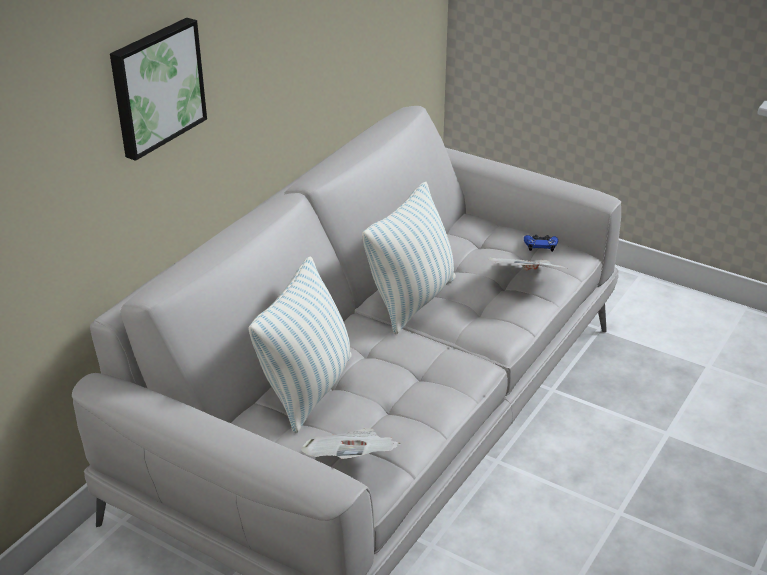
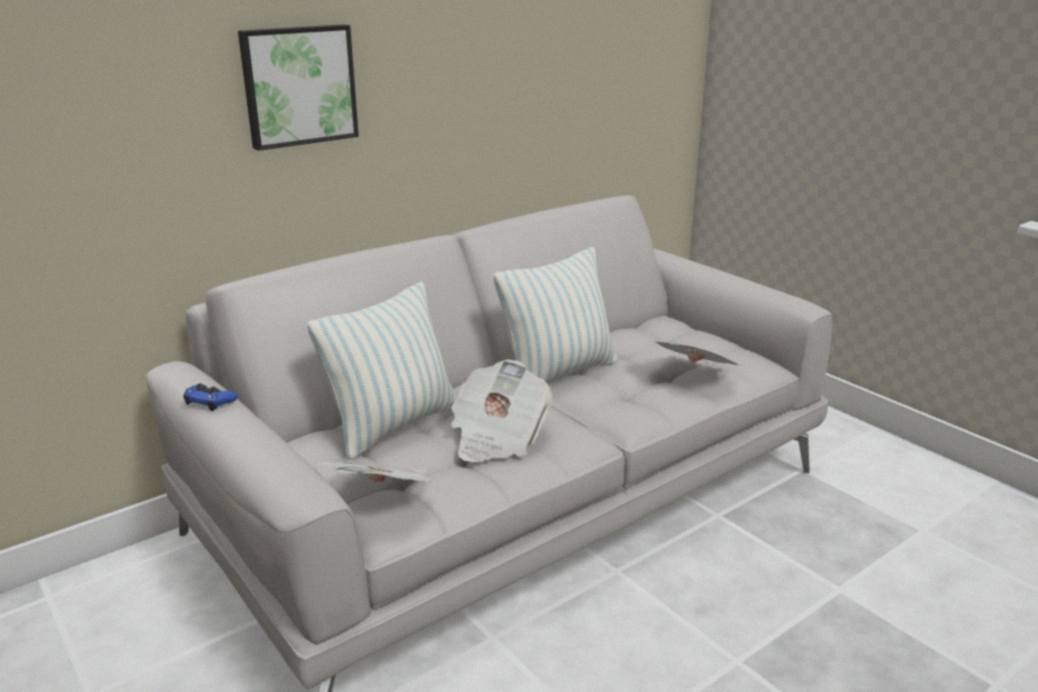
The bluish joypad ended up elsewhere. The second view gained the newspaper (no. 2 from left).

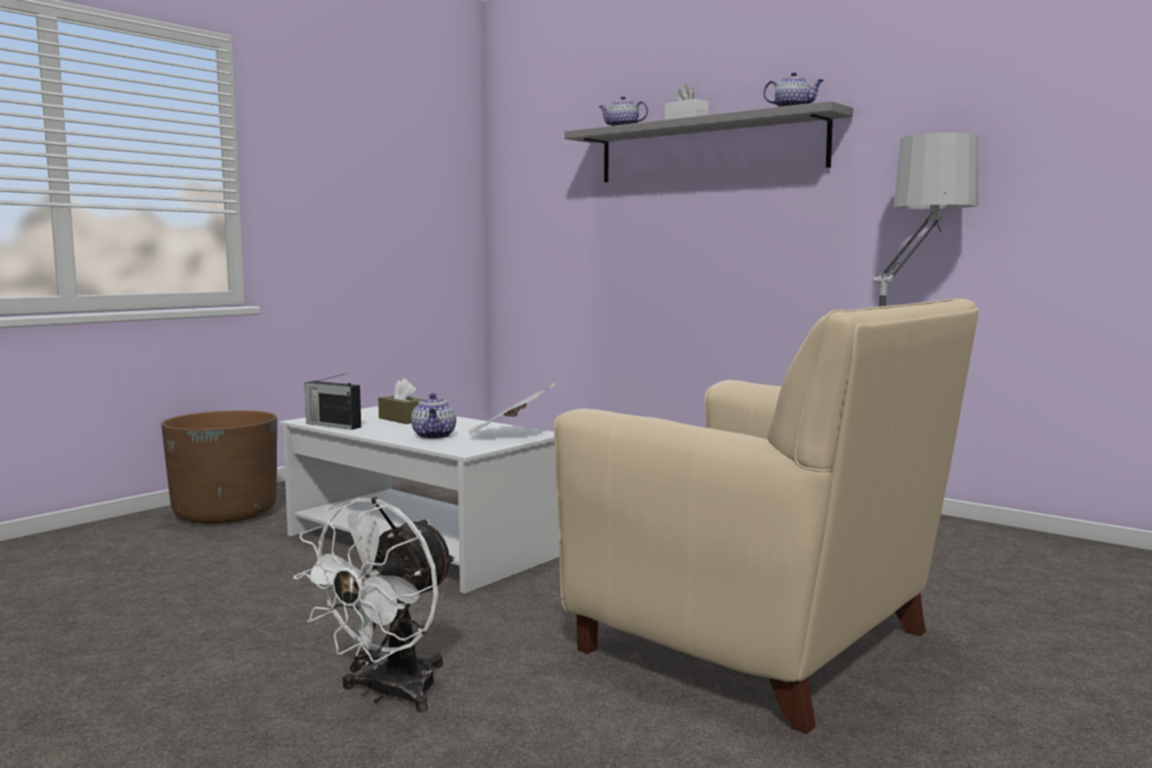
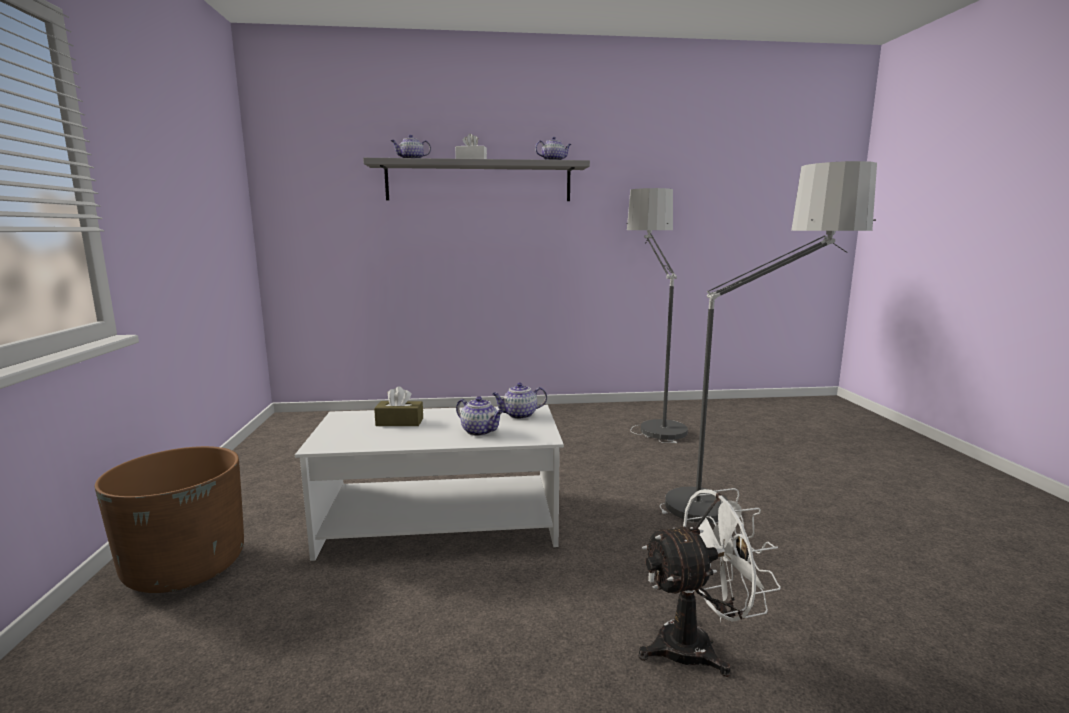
The white-coloured cooling fan ended up facing another way, 90 degrees counterclockwise from before. The second view lost the radio set. Where the newspaper stood, the pot for tea (no. 3 from left) came to stand. Where the beige-coloured armchair stood, the floor lamp (no. 2 from left) came to stand.

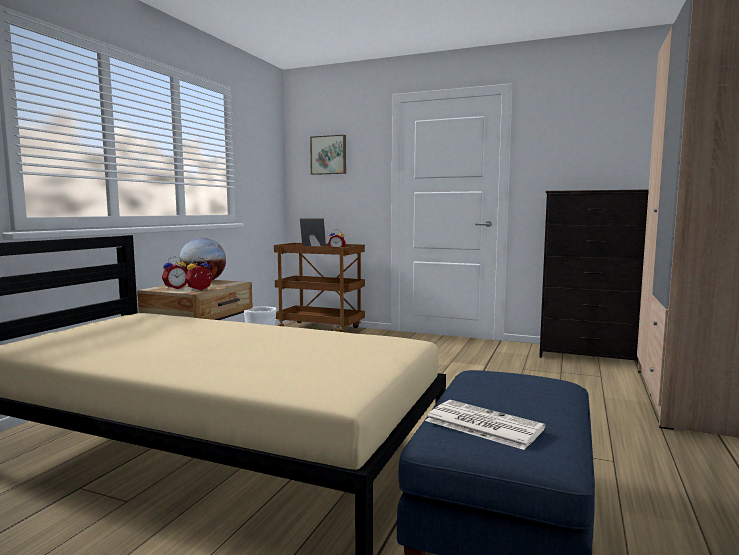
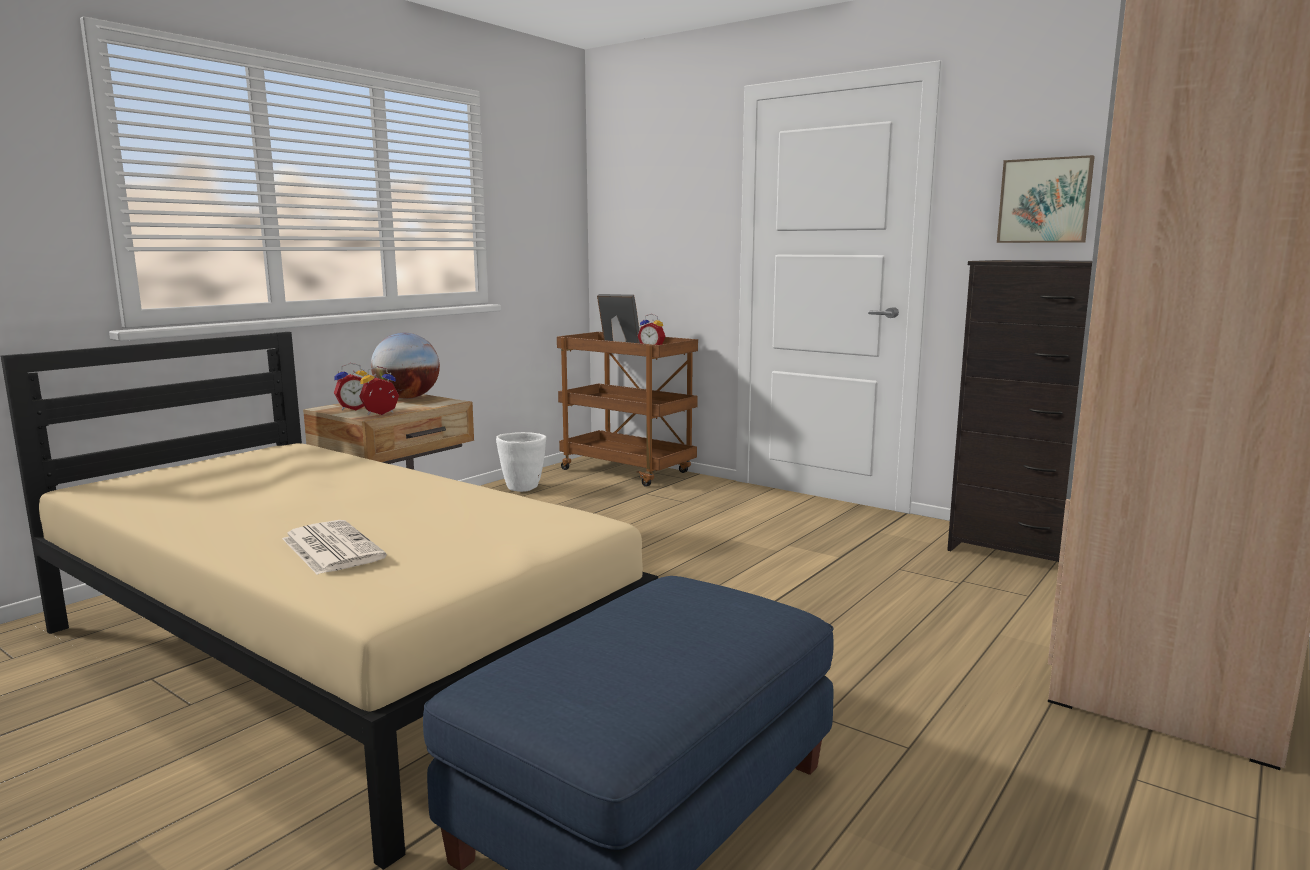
The wall picture ended up elsewhere. The newspaper ended up elsewhere.

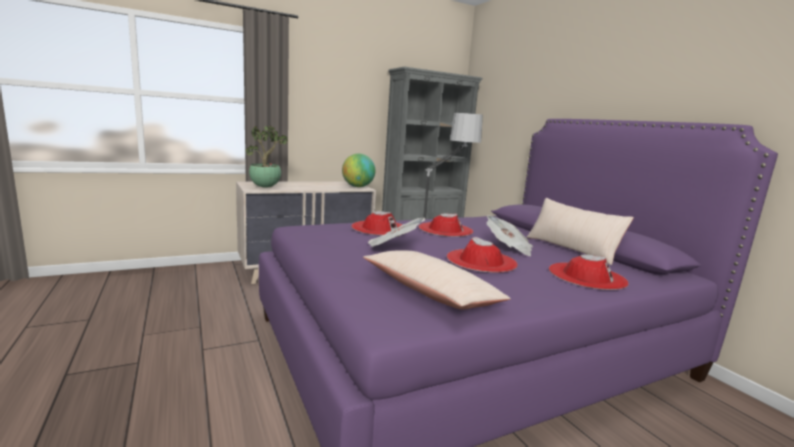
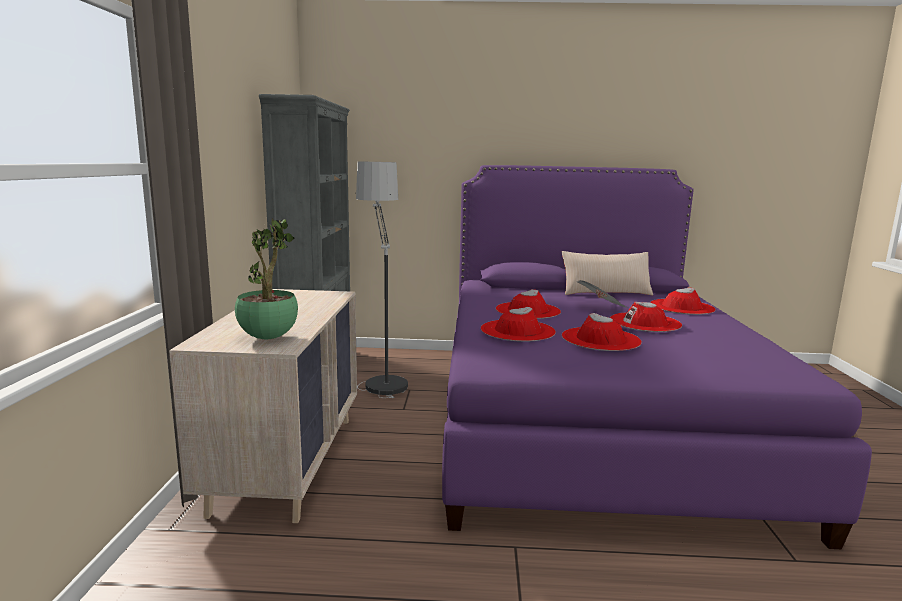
The second view lost the globe. The second view lost the beige-coloured pillow (no. 1 from left). Where the newspaper (no. 1 from left) stood, the red-coloured clothing hat (no. 3 from left) came to stand.

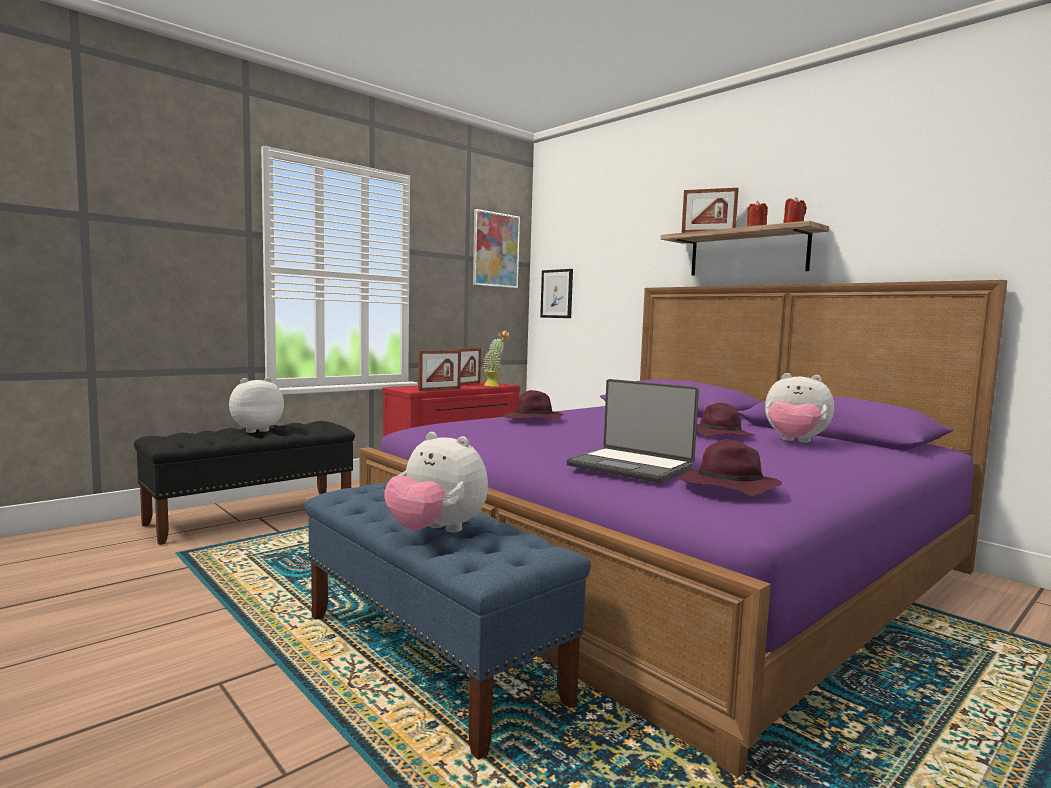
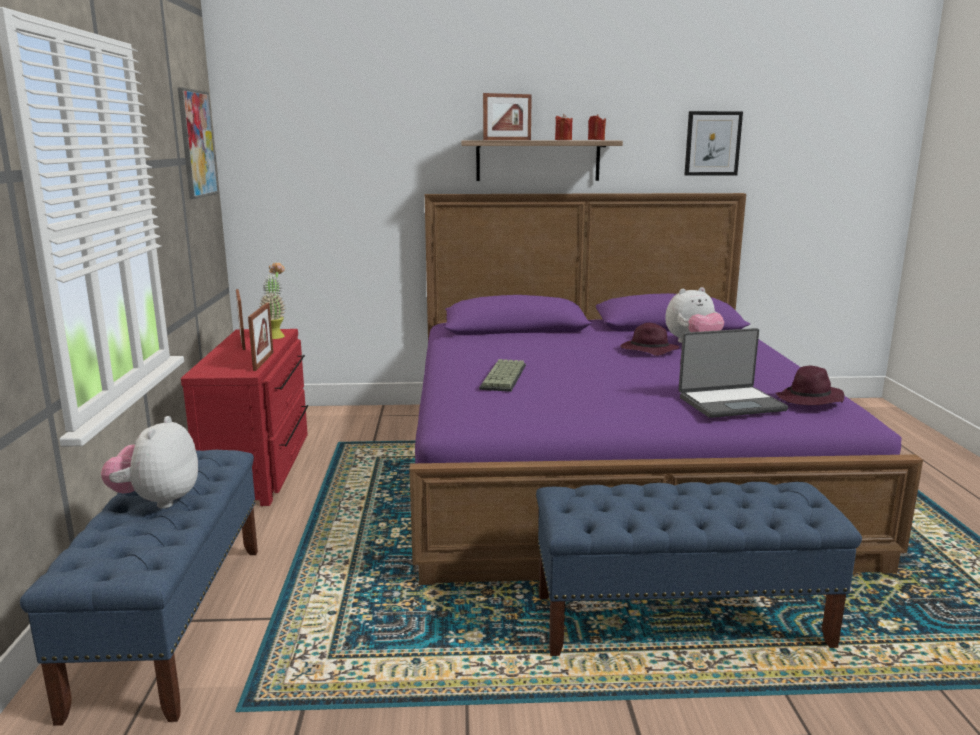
What was the blackish bench turned into the bluish bench (no. 1 from left). The second view lost the soft toy (no. 2 from left). Where the purple clothing hat (no. 1 from left) stood, the keyboard came to stand. The wall picture (no. 2 from left) ended up elsewhere.

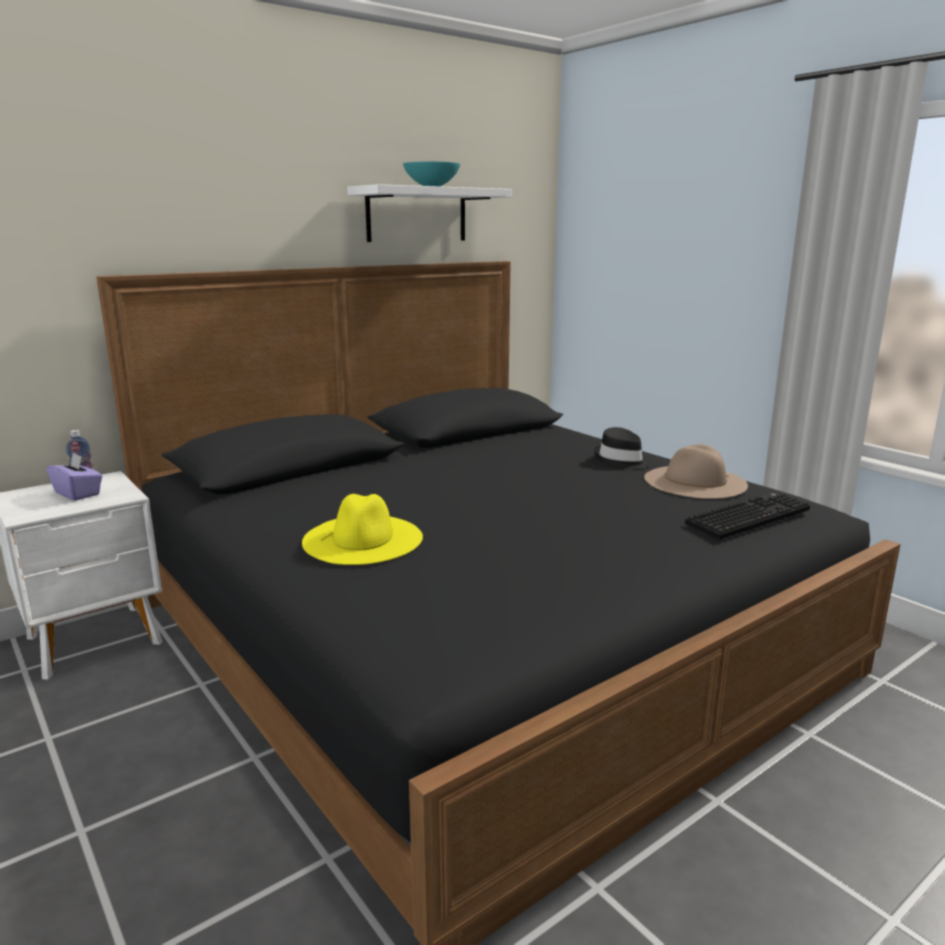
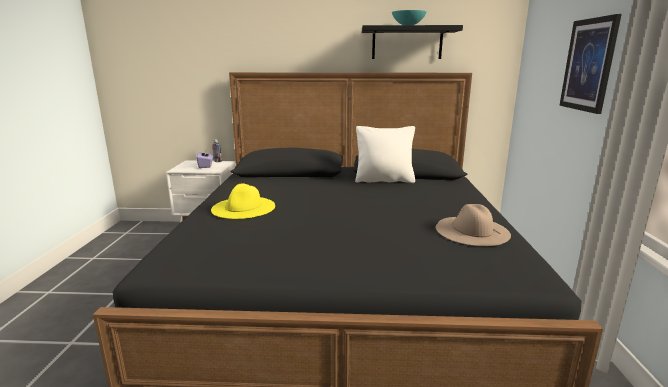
What was the white-coloured shelf turned into the blackish shelf. The second view lost the blackish clothing hat. The second view lost the keyboard. The second view gained the white-coloured pillow. The second view gained the wall picture.

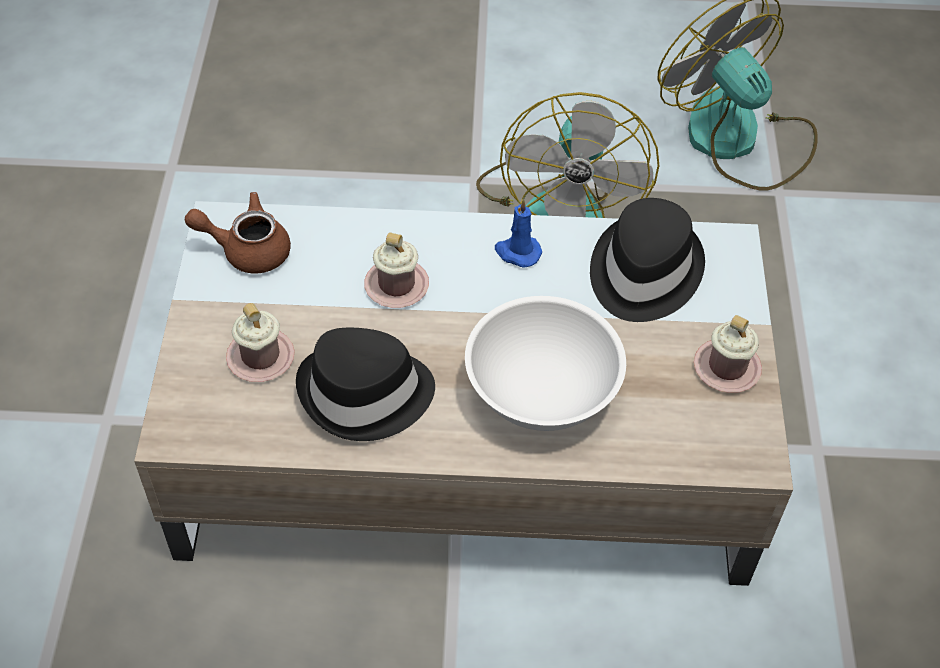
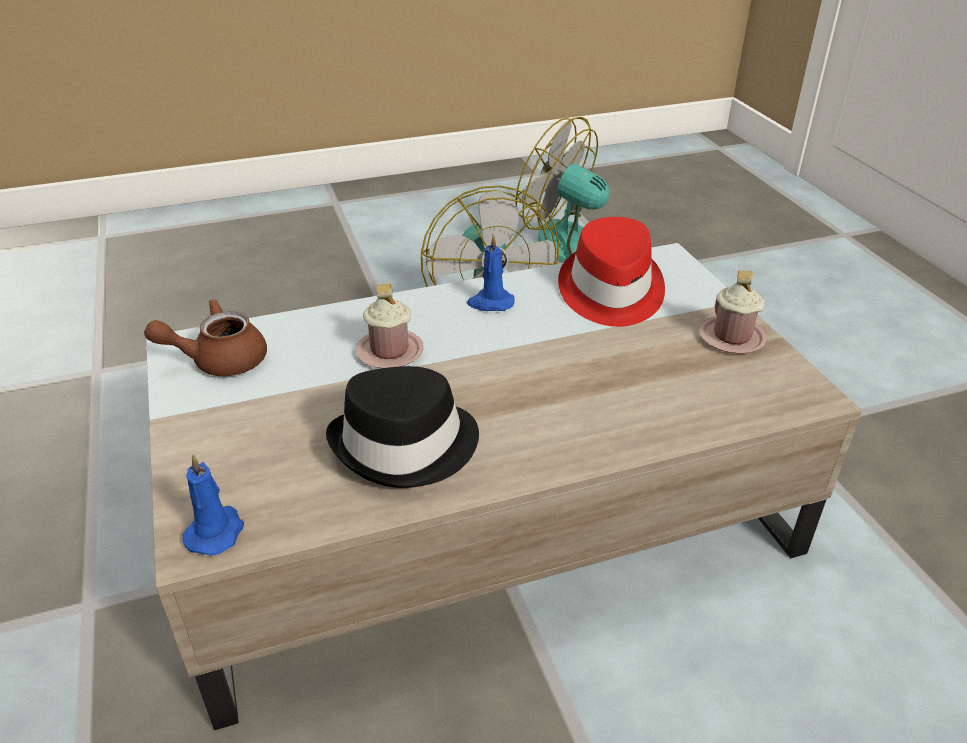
The second view lost the pink tea mug (no. 1 from left). The second view lost the white-coloured bowl. What was the blackish clothing hat (no. 2 from left) turned into the red-coloured clothing hat. The second view gained the bluish wax candle (no. 1 from left).

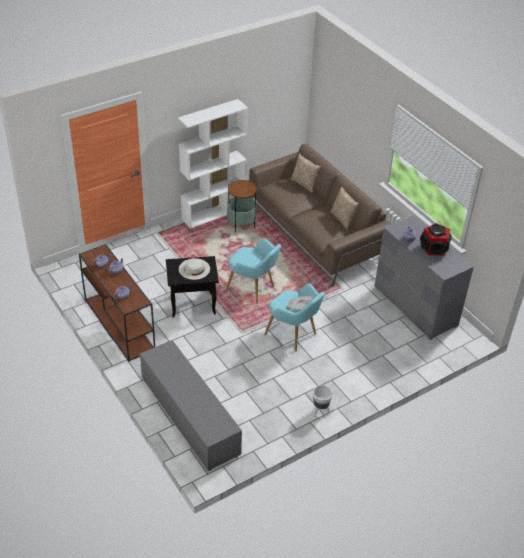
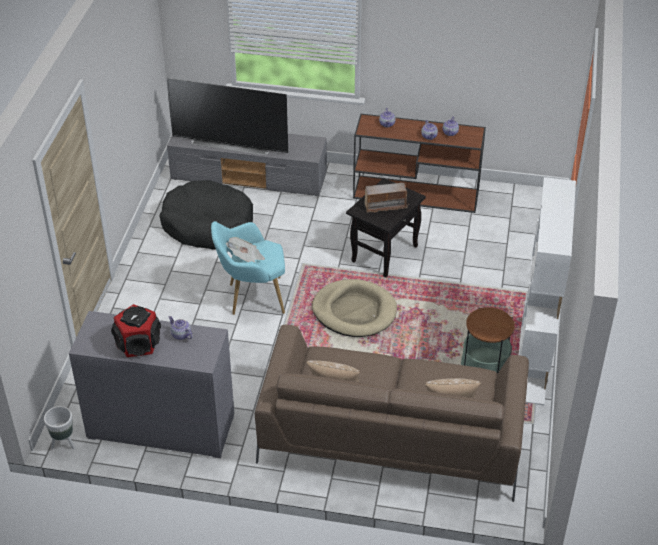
Where the white-coloured clothing hat stood, the radio set came to stand. Where the blue-green armchair (no. 1 from left) stood, the beige-coloured dog bed came to stand. The white-coloured planter ended up elsewhere. The second view gained the blackish dog bed. The second view gained the TV.

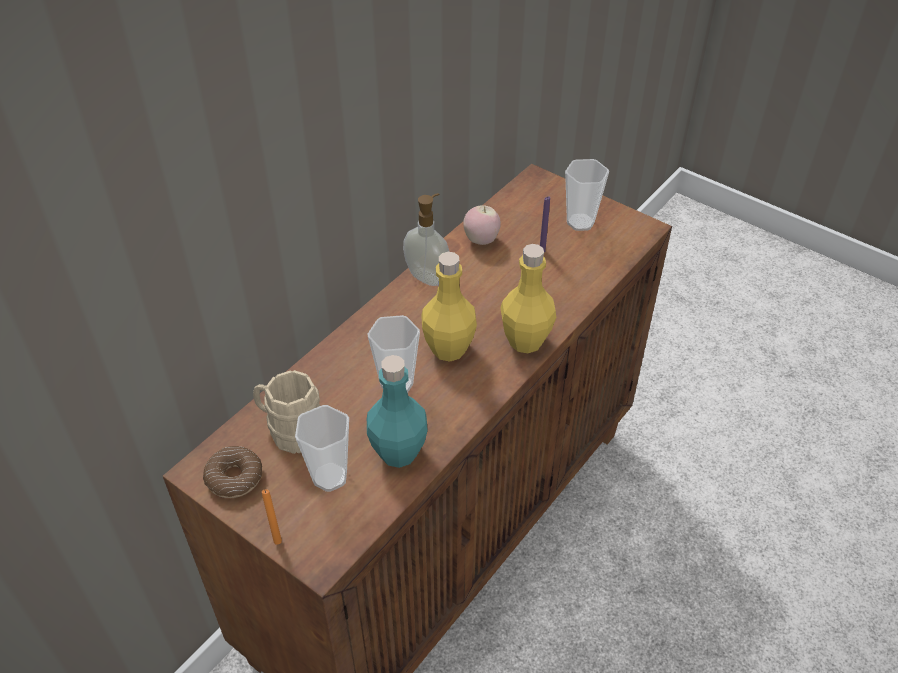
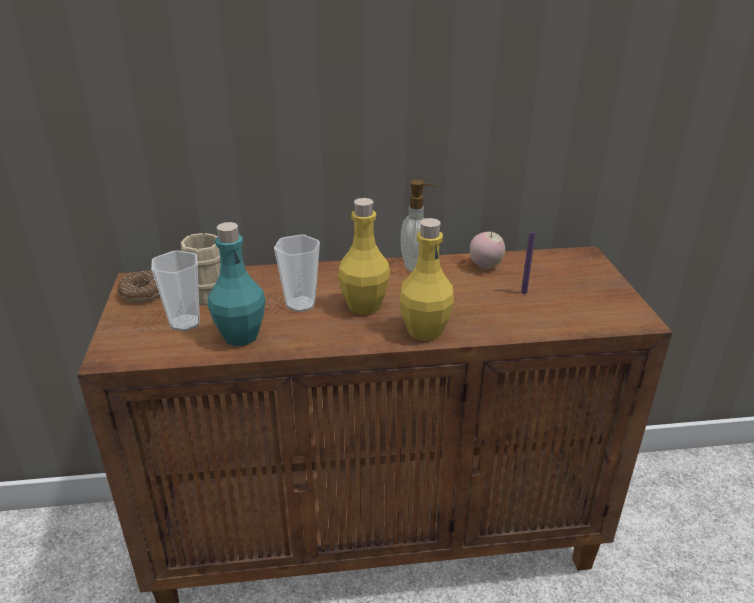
The second view lost the orange-coloured wax candle. The second view lost the cup (no. 3 from left).

